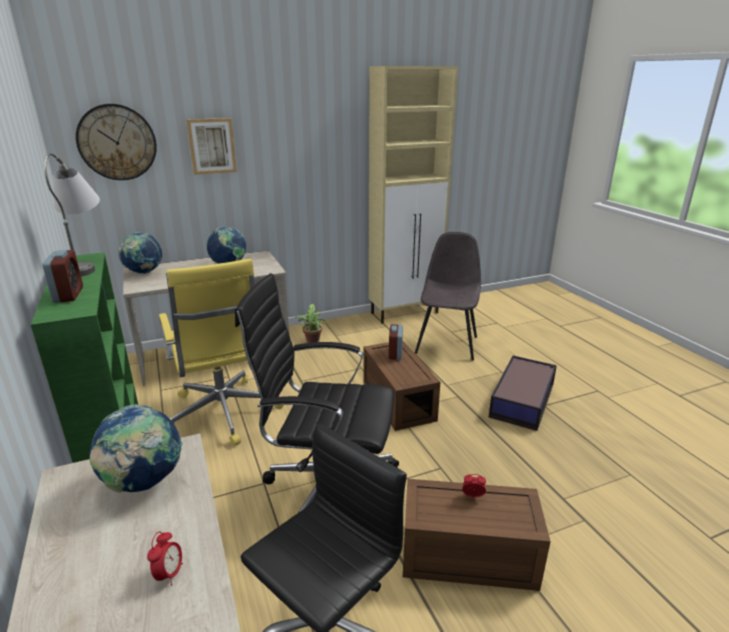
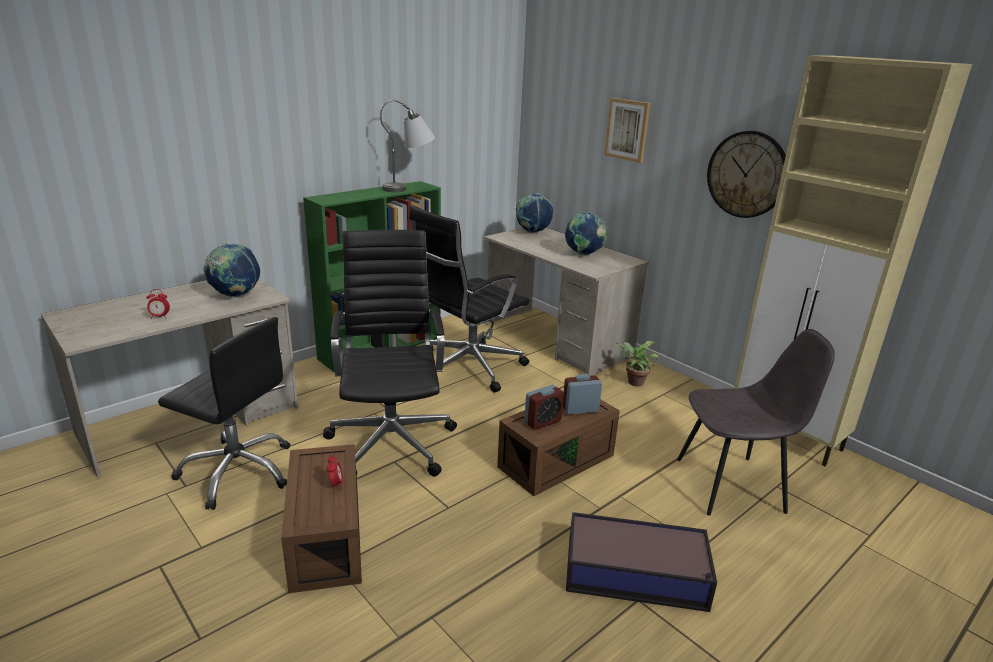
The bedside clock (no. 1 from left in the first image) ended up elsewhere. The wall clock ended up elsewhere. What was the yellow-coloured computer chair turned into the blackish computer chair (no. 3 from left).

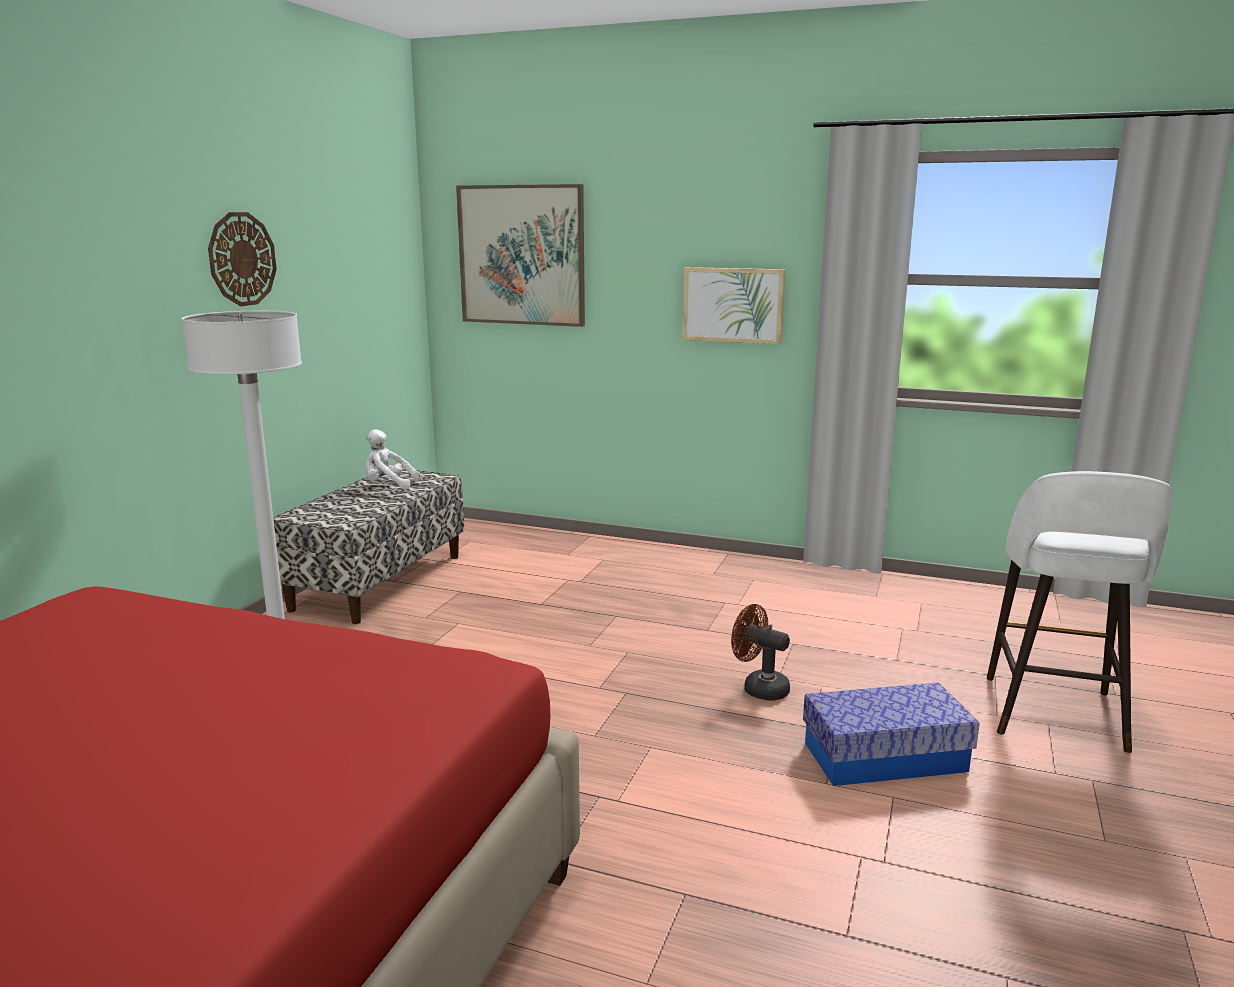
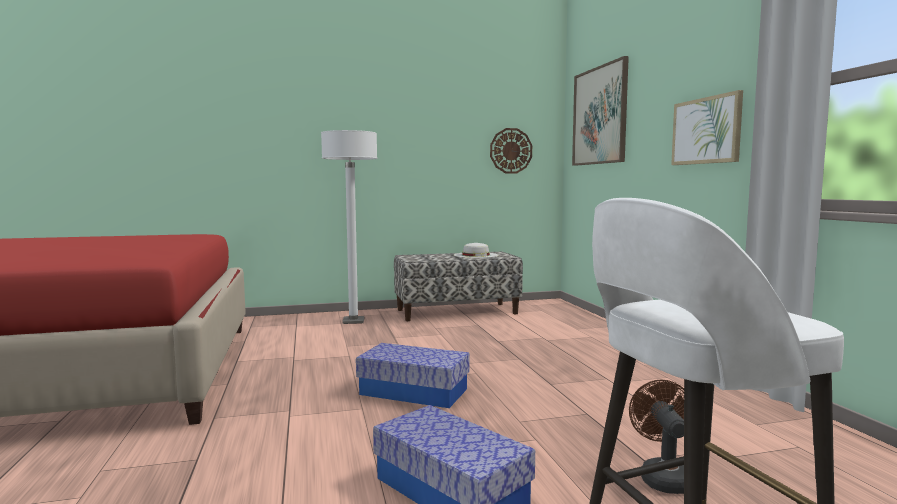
The wall clock ended up elsewhere. Where the white-coloured soft toy stood, the white-coloured clothing hat came to stand. The brown cooling fan ended up elsewhere. The second view gained the storage container (no. 1 from left).

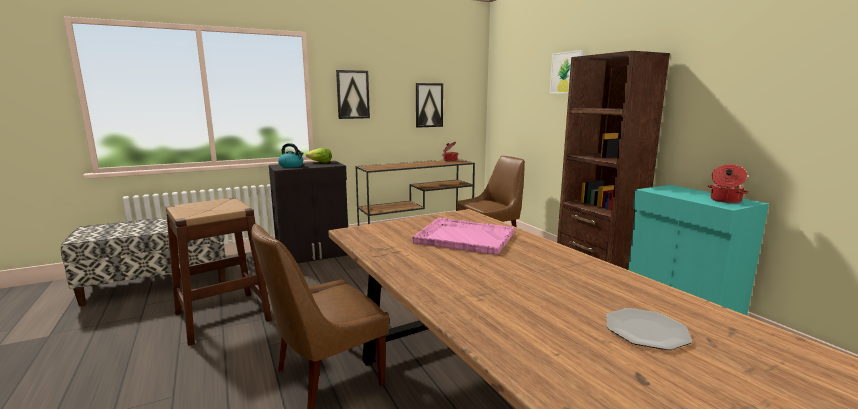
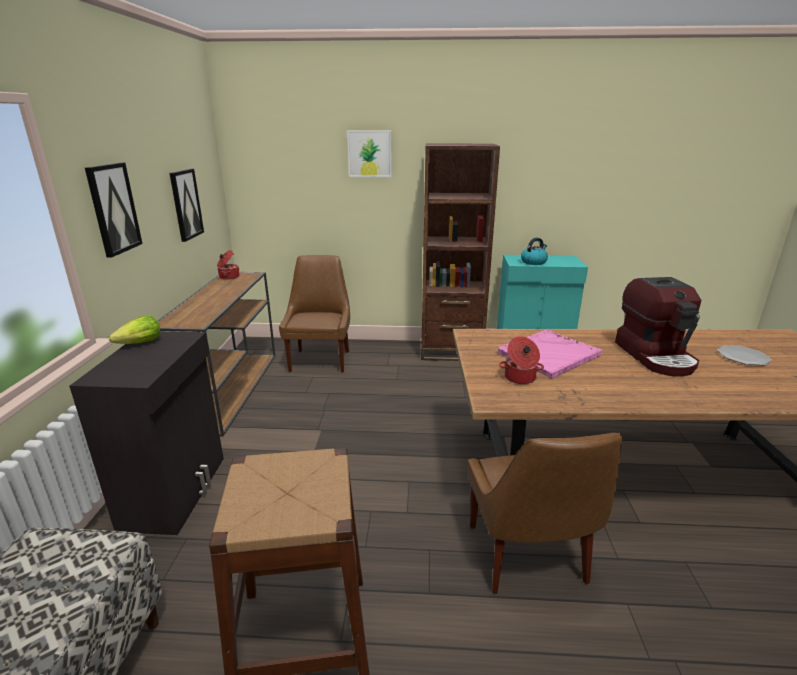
The water kettle ended up elsewhere. The stockpot (no. 2 from left) ended up elsewhere. The second view gained the coffee maker.

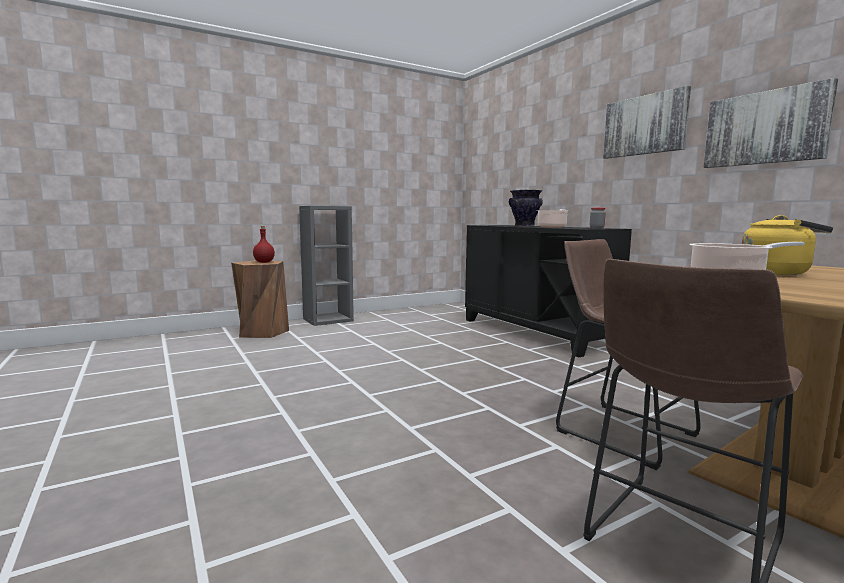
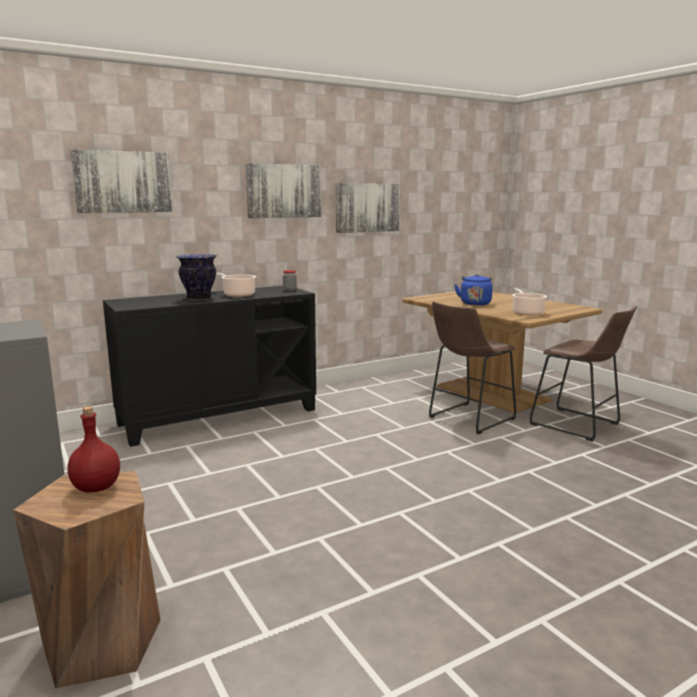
What was the yellow-coloured water kettle turned into the bluish water kettle. The second view gained the wall picture (no. 1 from left).

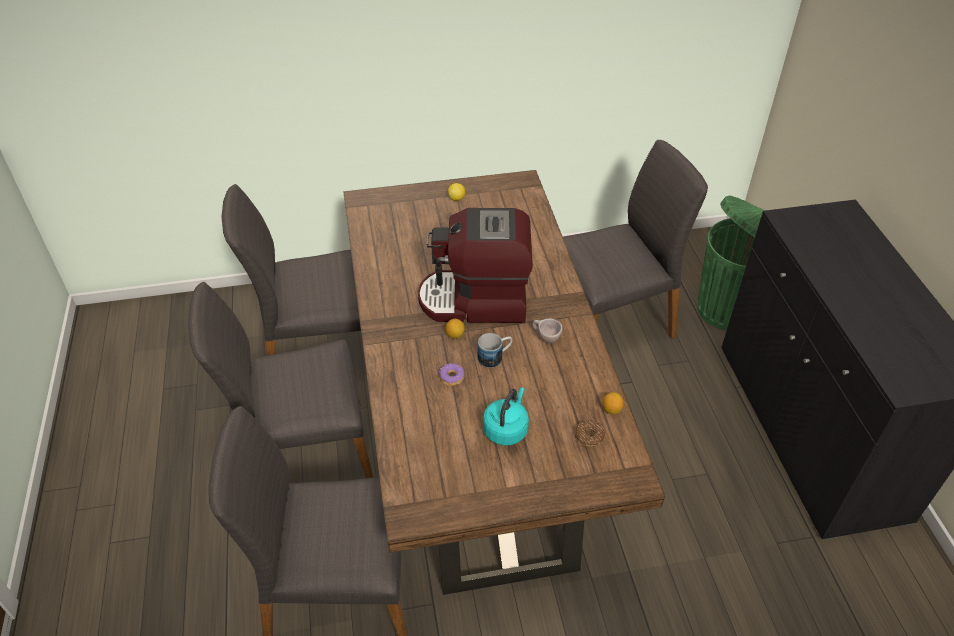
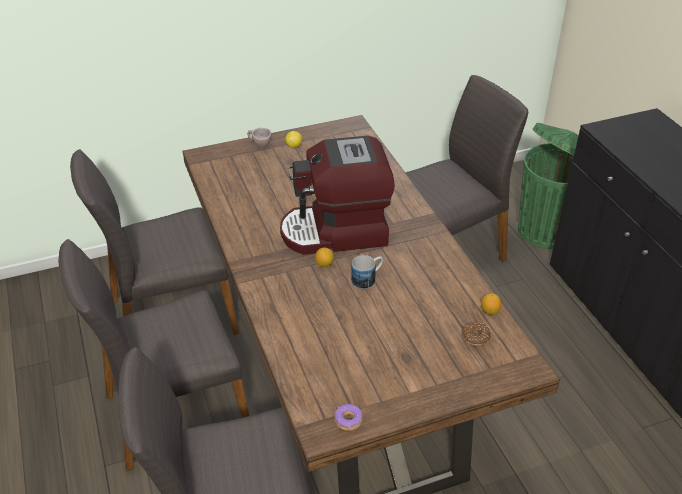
The doughnut (no. 1 from left) ended up elsewhere. The second view lost the blue-green water kettle. The beige-coloured cup ended up elsewhere.

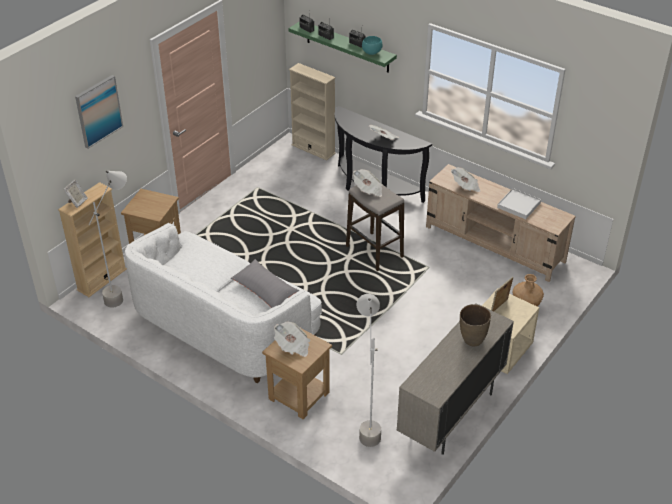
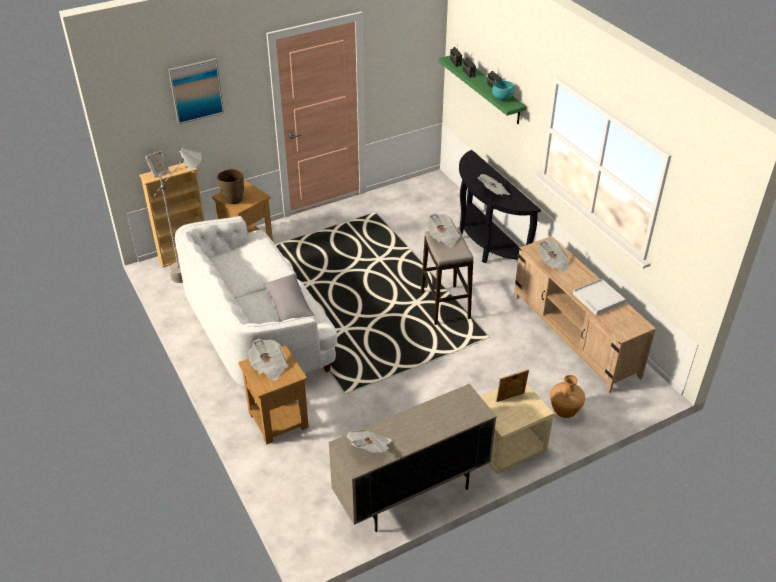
The second view lost the beige-coloured bookcase (no. 2 from left). The second view lost the greyish floor lamp (no. 2 from left). The brown decorative vase (no. 1 from left) ended up elsewhere. The second view gained the newspaper (no. 2 from left).

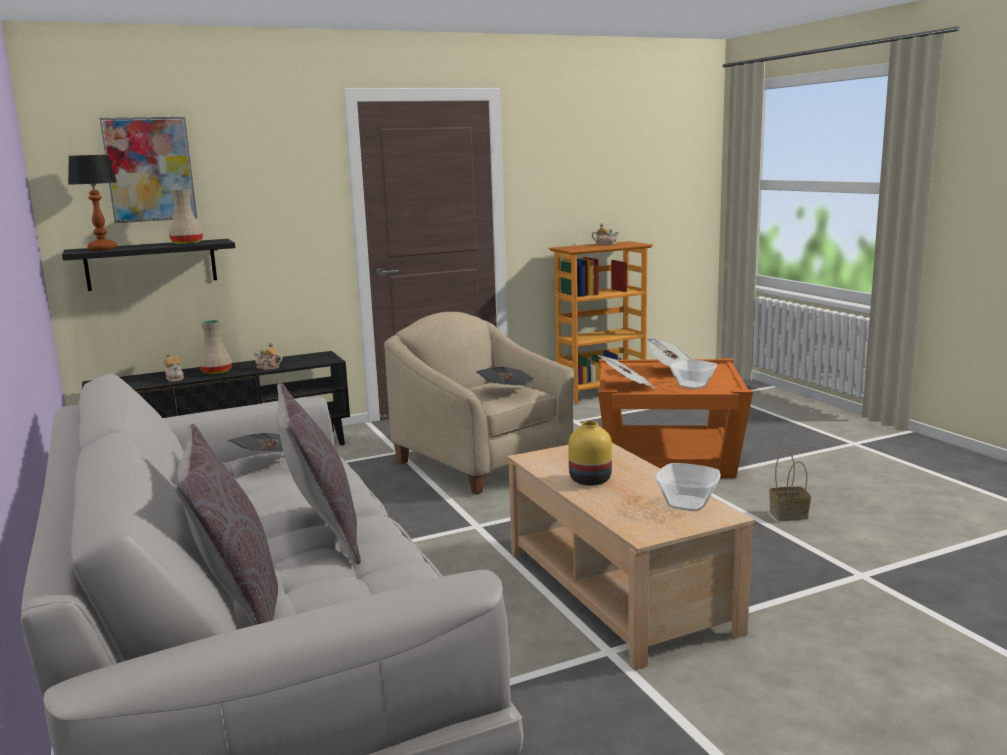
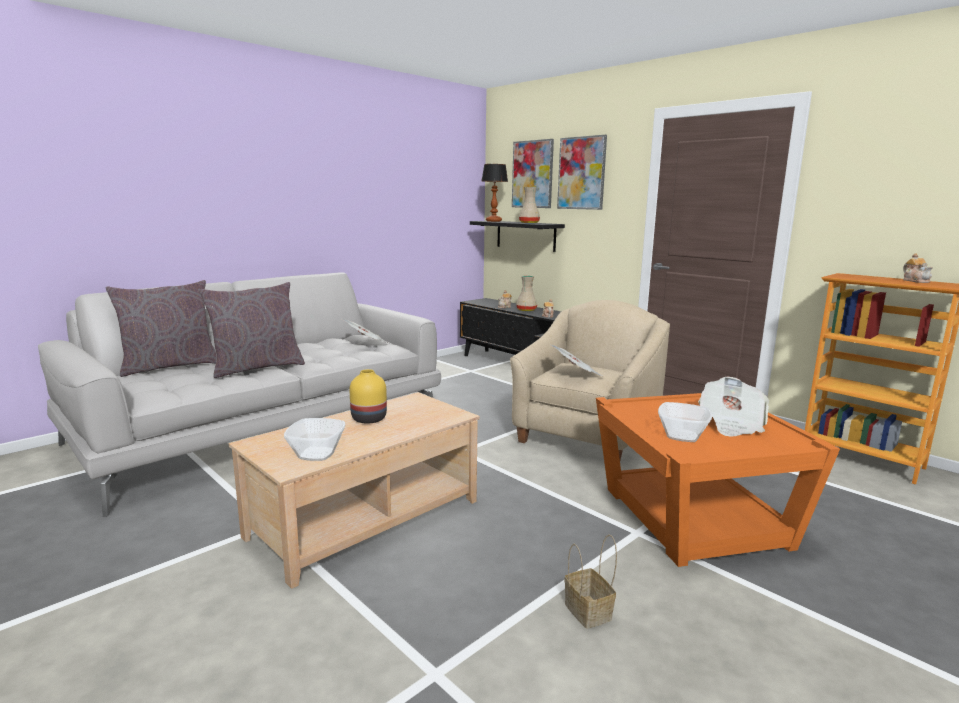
The second view lost the newspaper (no. 3 from left). The second view gained the wall picture (no. 2 from left).

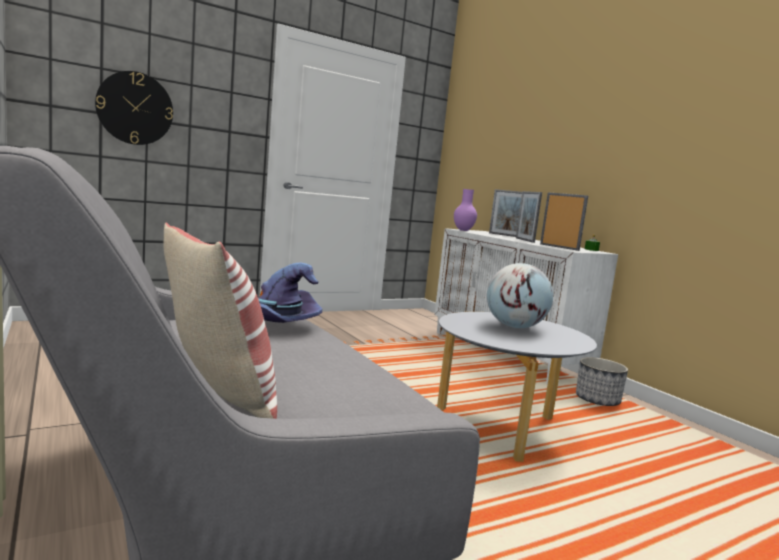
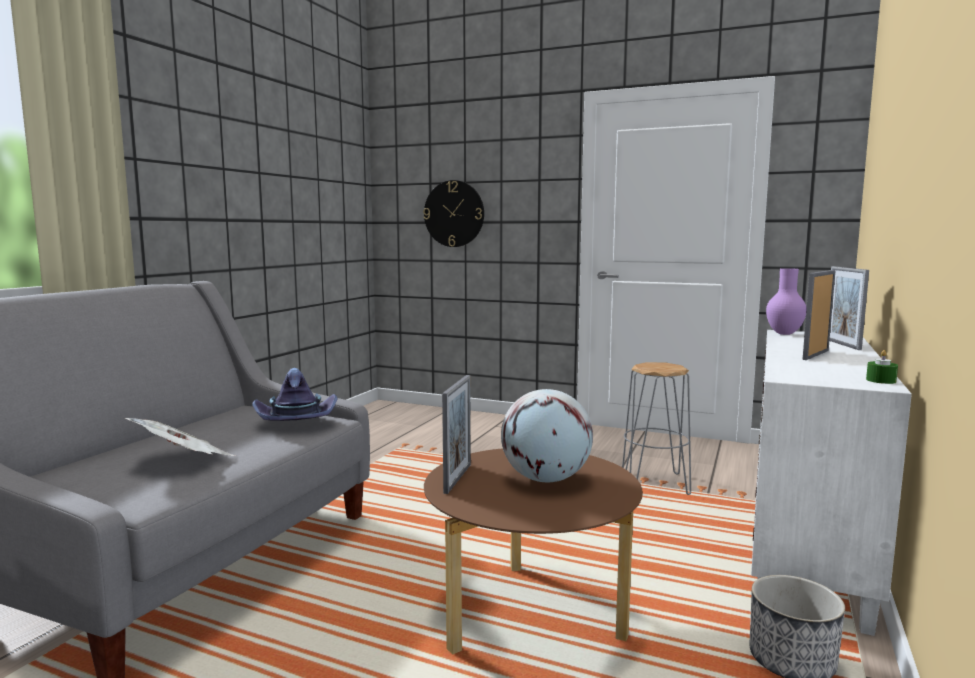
The second view lost the pillow. What was the greyish low table turned into the brown low table. The standing frame (no. 3 from left in the first image) ended up elsewhere. The second view gained the newspaper. The second view gained the greyish sitting stool.

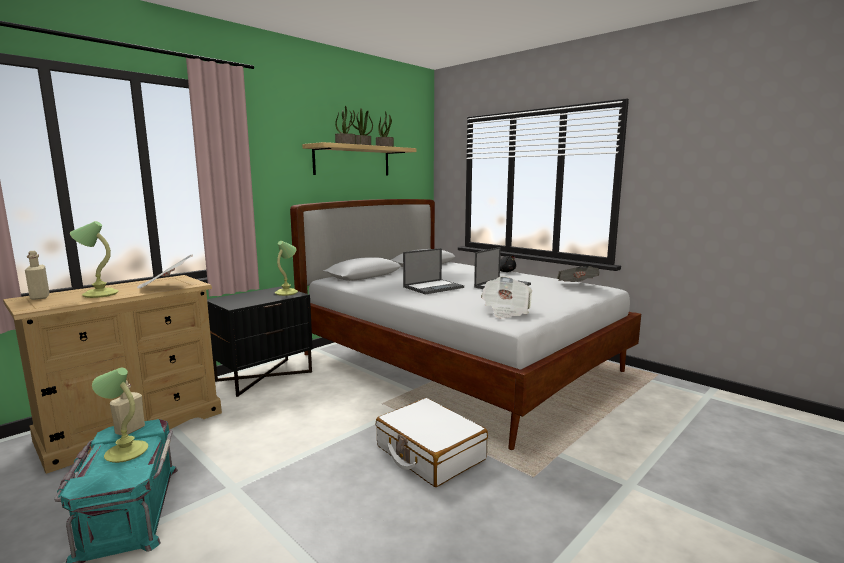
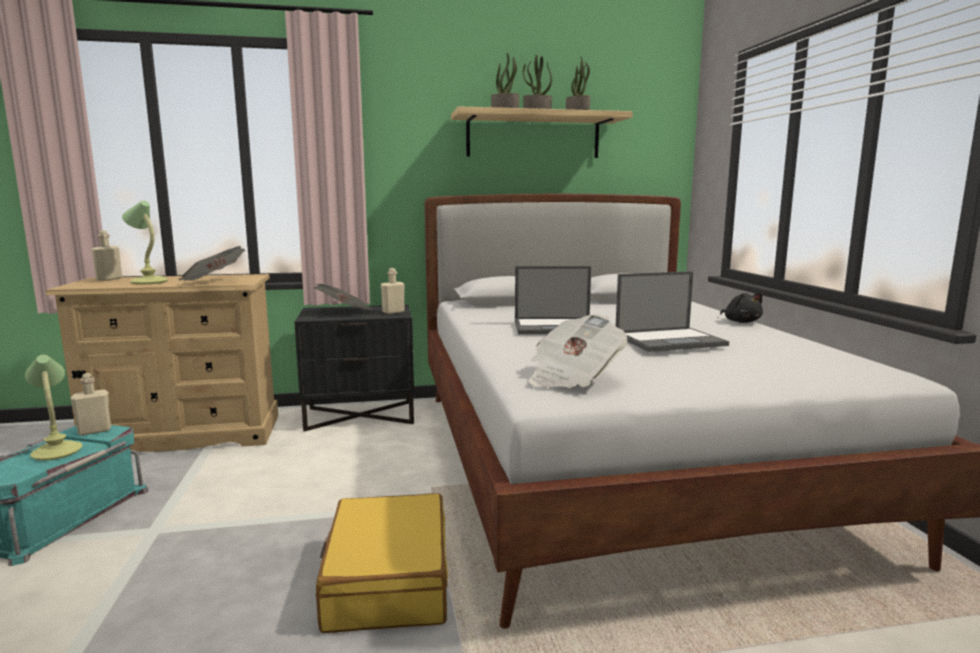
Where the table lamp (no. 3 from left) stood, the beige-coloured bottle (no. 3 from left) came to stand. What was the white-coloured travel case turned into the yellow-coloured travel case. The newspaper (no. 3 from left in the first image) ended up elsewhere.

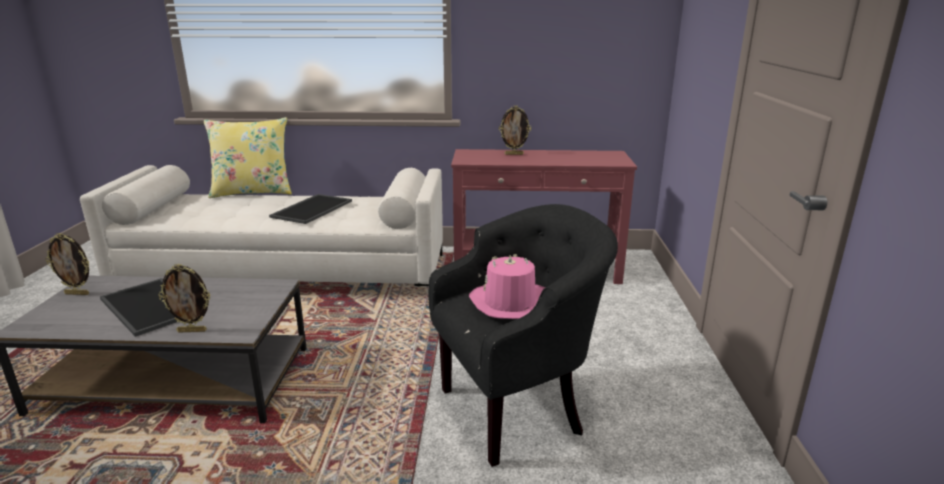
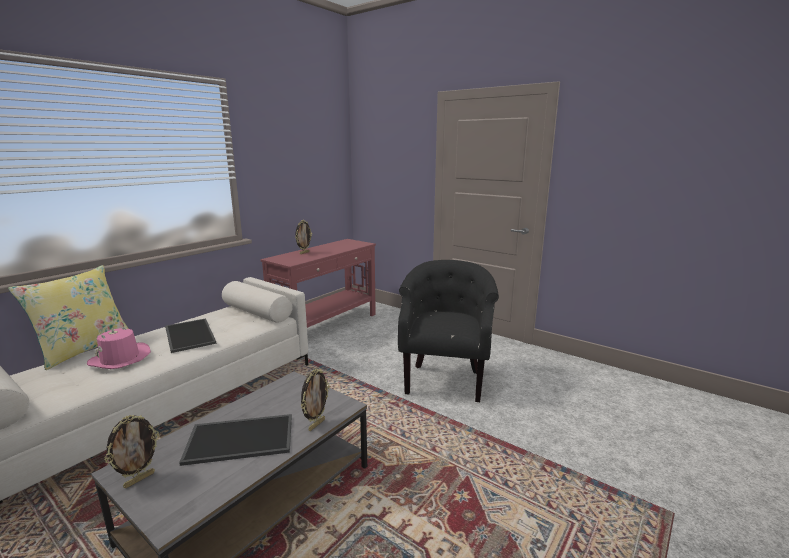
The pink clothing hat ended up elsewhere.

